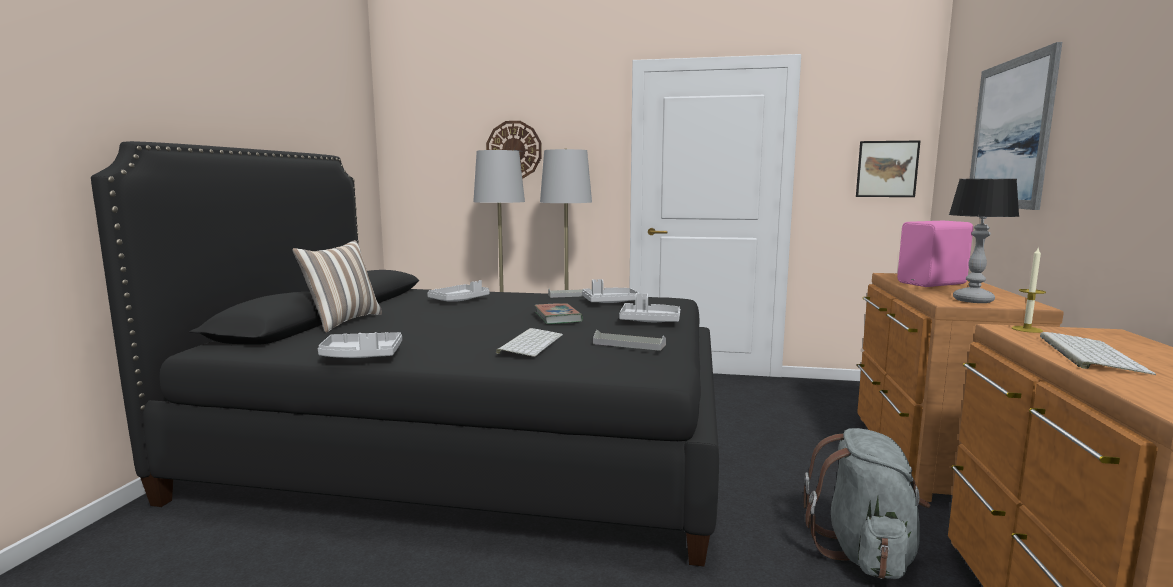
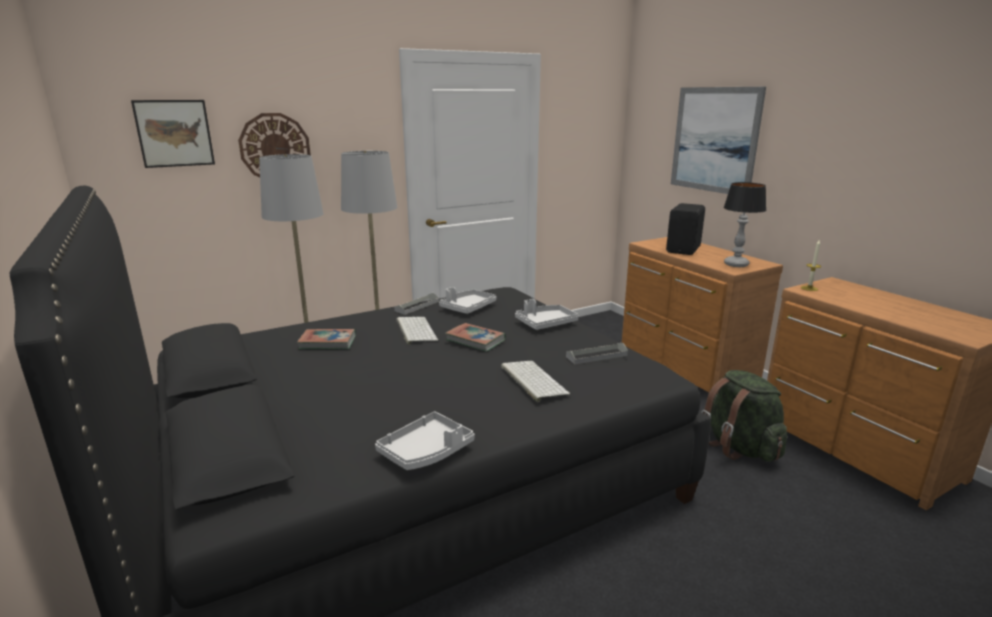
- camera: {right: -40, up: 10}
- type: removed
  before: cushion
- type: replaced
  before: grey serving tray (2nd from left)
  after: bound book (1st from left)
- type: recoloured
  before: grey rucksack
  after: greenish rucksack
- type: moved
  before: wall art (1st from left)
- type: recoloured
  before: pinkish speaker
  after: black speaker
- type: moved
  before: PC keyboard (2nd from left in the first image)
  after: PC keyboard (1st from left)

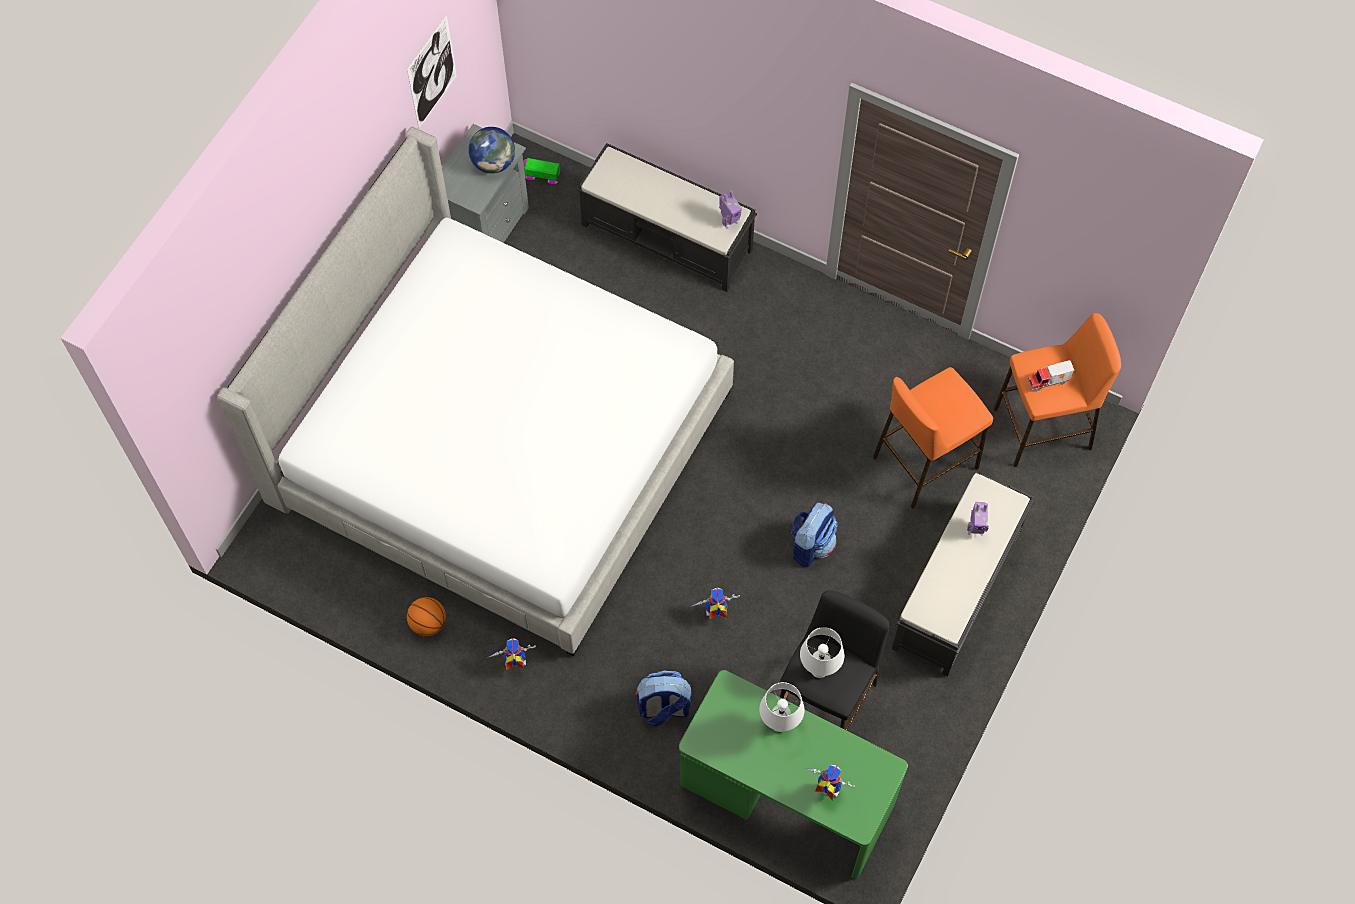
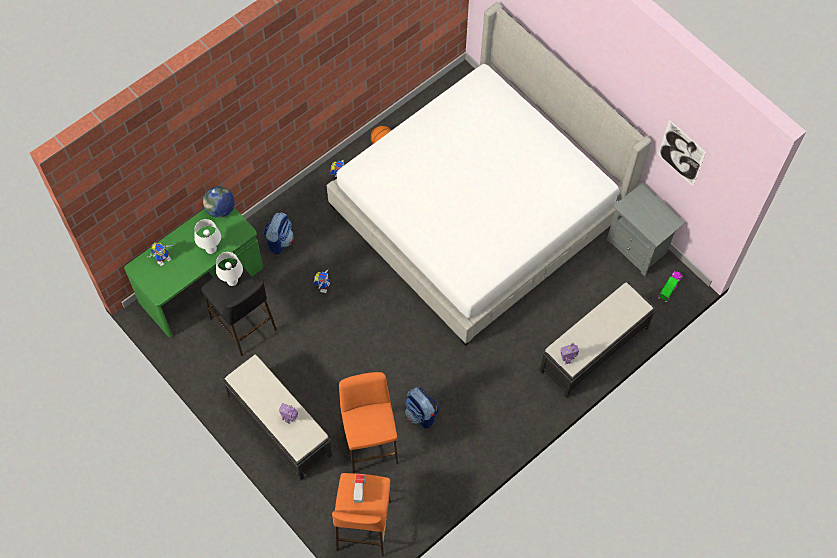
- camera: {right: 110, up: 0}
- type: moved
  before: globe
- type: moved
  before: rucksack (2nd from left)

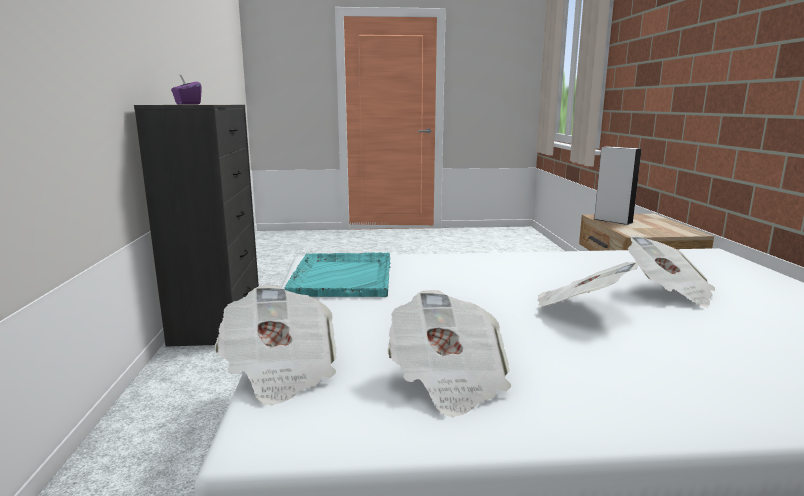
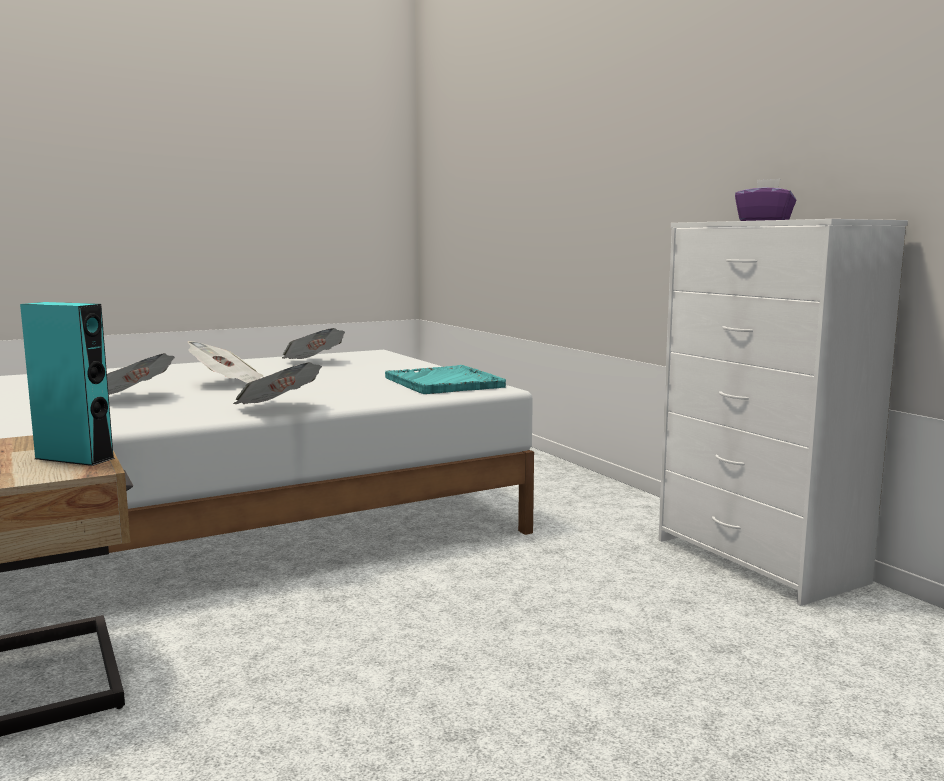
- camera: {right: 155, up: -5}
- type: recoloured
  before: black chest of drawers
  after: whitish chest of drawers
- type: moved
  before: daily paper (1st from left in the first image)
  after: daily paper (3rd from left)
- type: recoloured
  before: grey speaker
  after: blue-green speaker

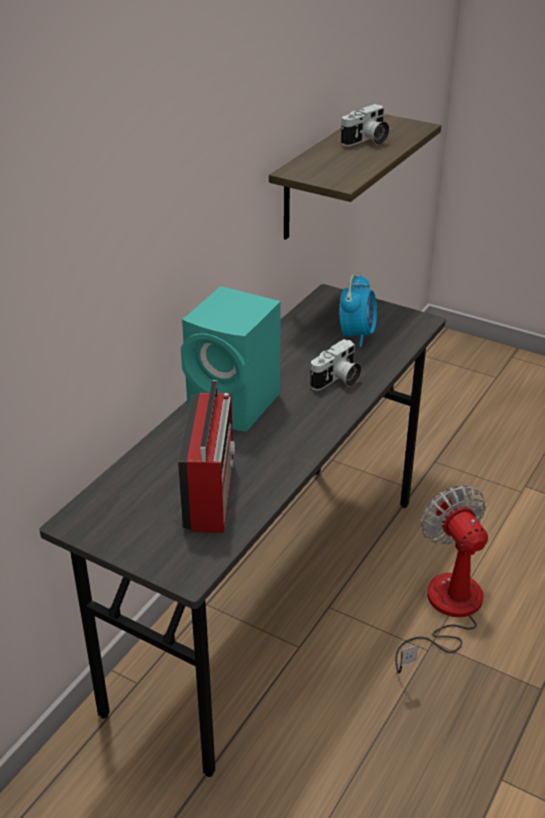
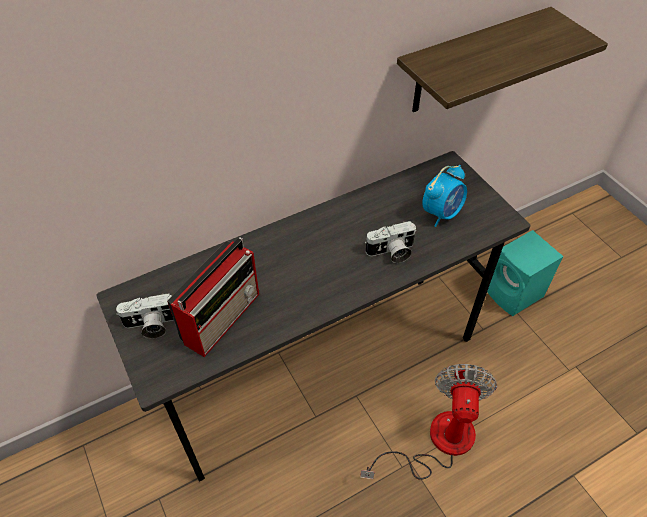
- camera: {right: 30, up: 15}
- type: moved
  before: blue-green speaker
- type: moved
  before: still camera (2nd from left in the first image)
  after: still camera (1st from left)

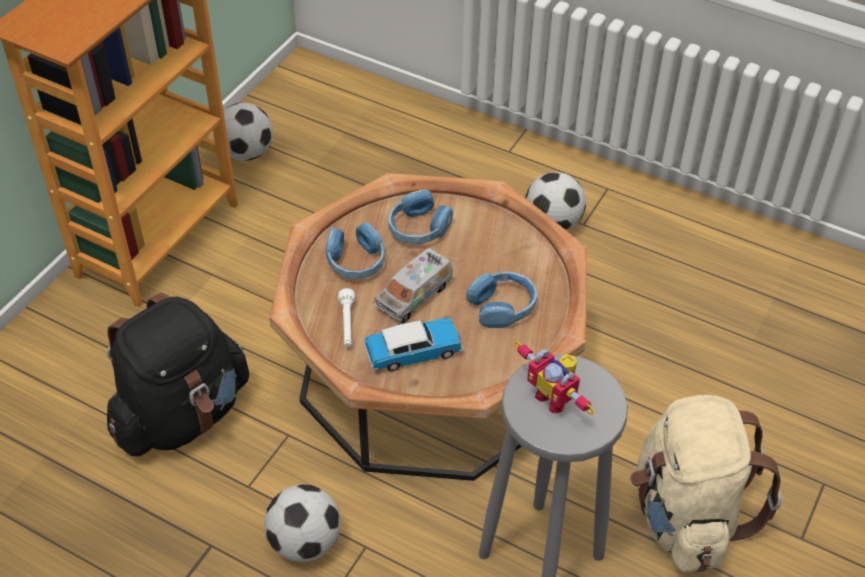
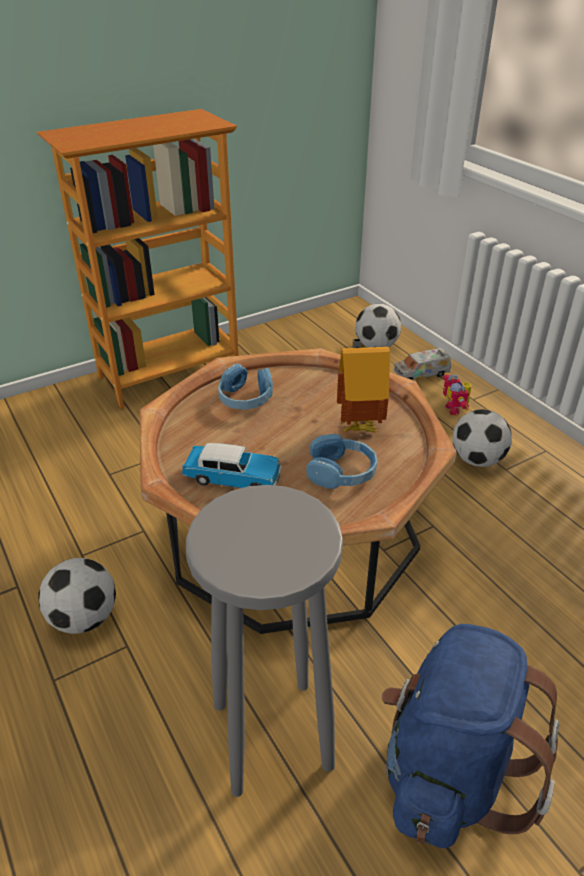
- camera: {right: 30, up: -10}
- type: removed
  before: black rucksack
- type: moved
  before: ball for football (1st from left in the first image)
  after: ball for football (2nd from left)
- type: removed
  before: whitish flashlight
- type: moved
  before: model truck
- type: removed
  before: bluish headset (2nd from left)
- type: moved
  before: robot figure
- type: recoloured
  before: sand-coloured rucksack
  after: bluish rucksack
- type: added
  after: model house

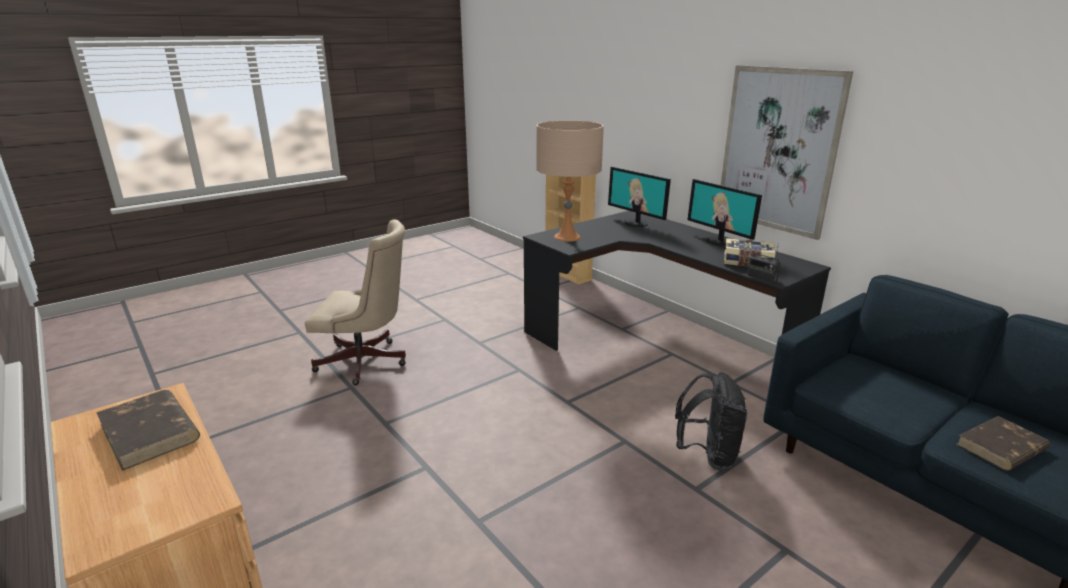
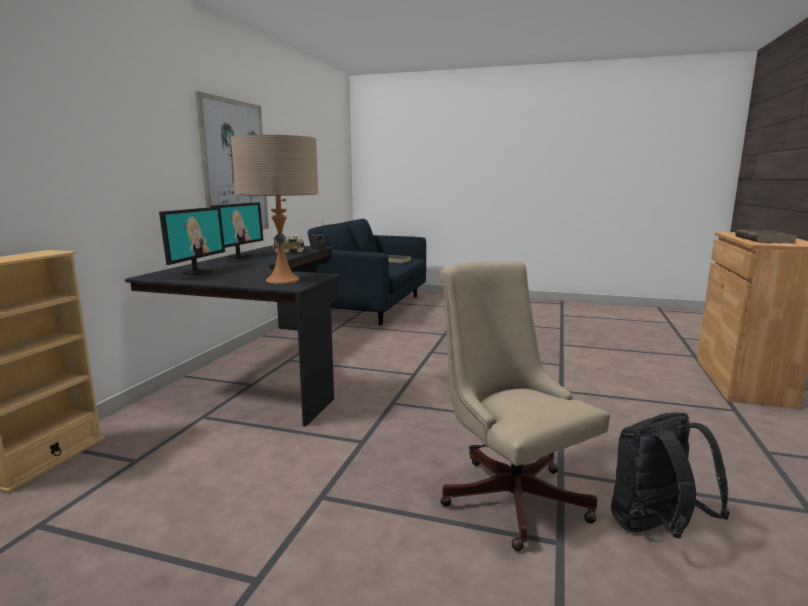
- camera: {right: -125, up: -10}
- type: moved
  before: black rucksack

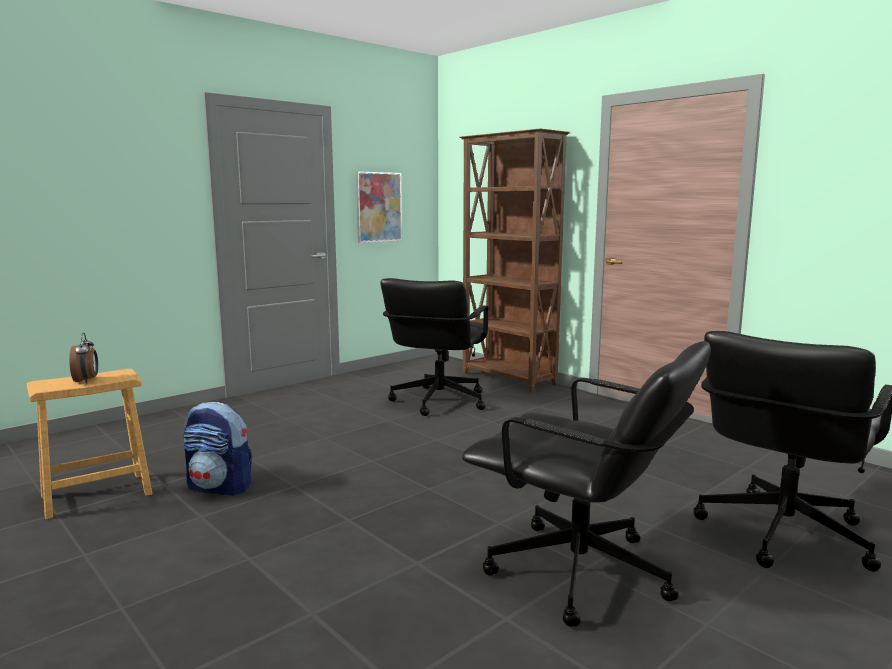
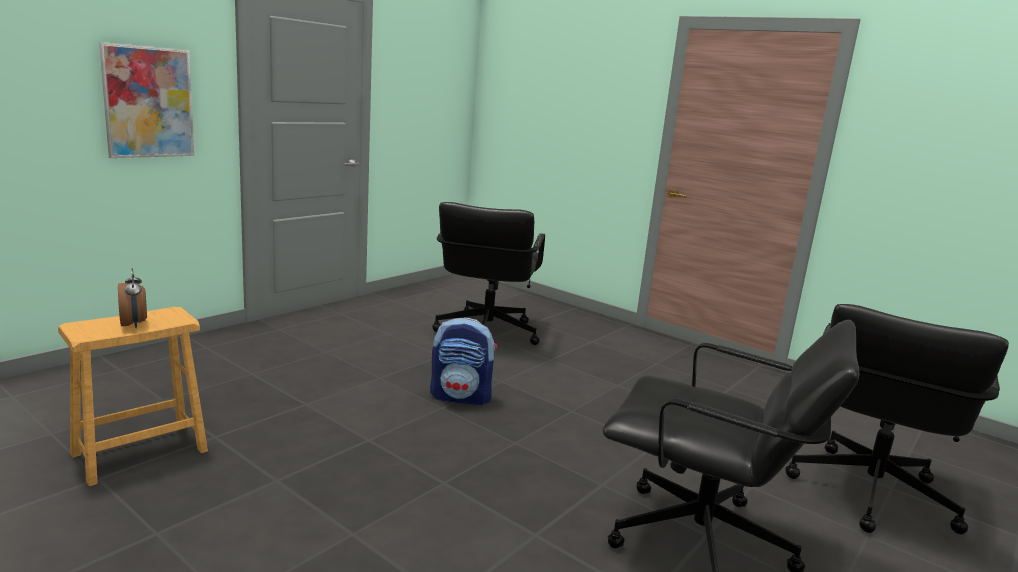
- camera: {right: -10, up: 5}
- type: moved
  before: rucksack
- type: moved
  before: wall art
- type: removed
  before: brownish shelving unit

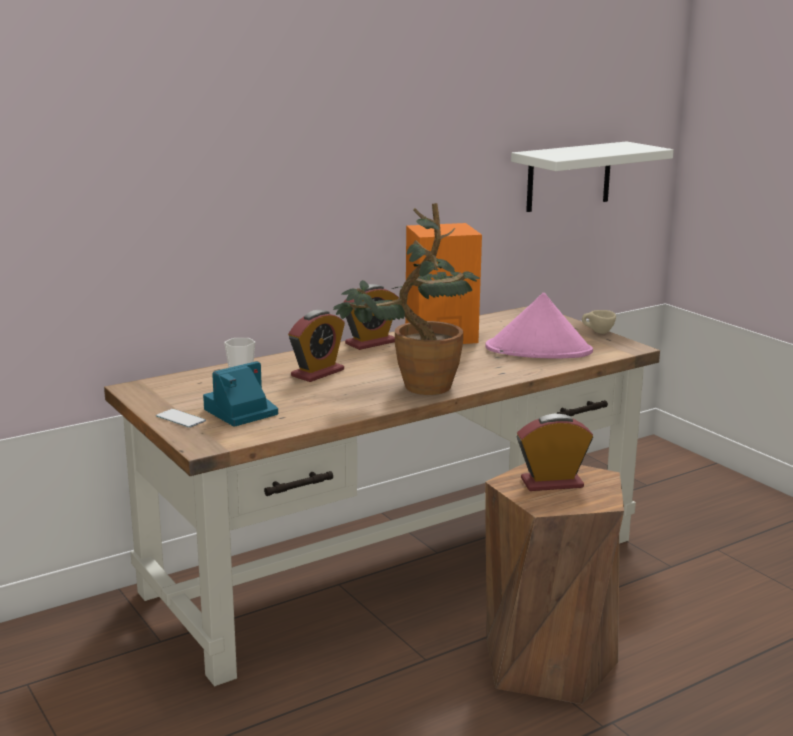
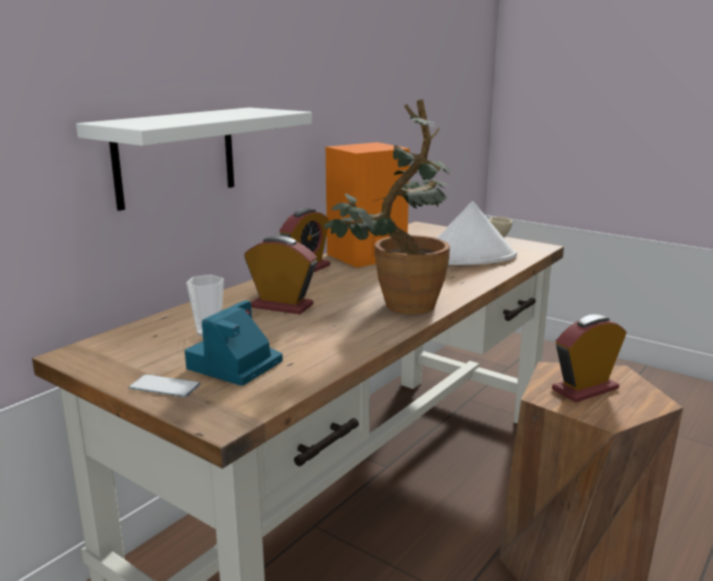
- camera: {right: -20, up: 0}
- type: turned
  before: bedside clock (1st from left)
  turn: -90
- type: recoloured
  before: pinkish hat
  after: whitish hat
- type: moved
  before: whitish shelf

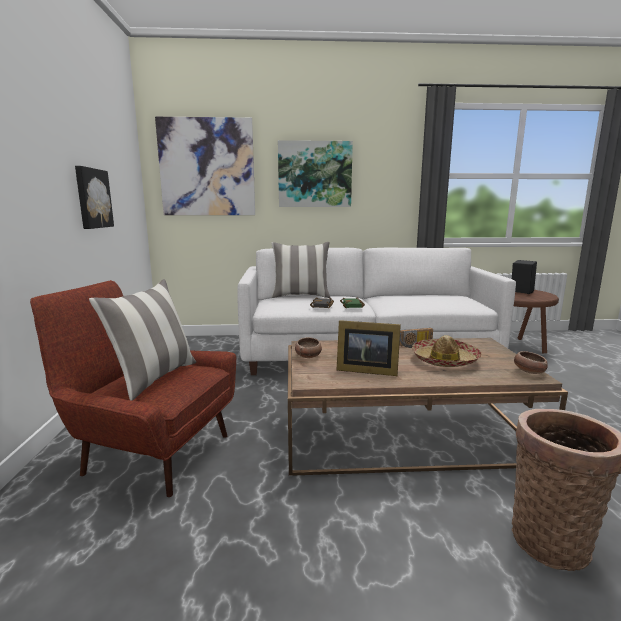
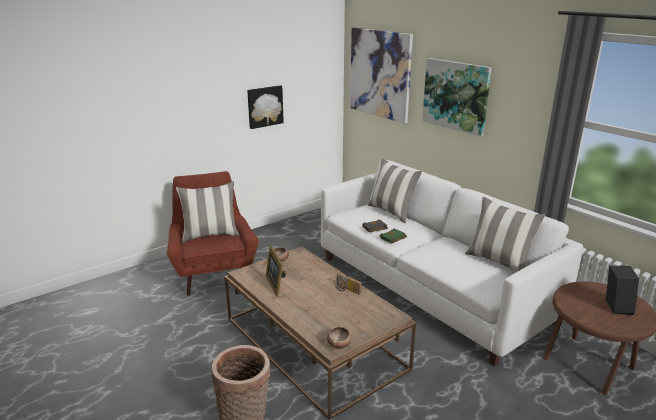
- camera: {right: 55, up: 10}
- type: removed
  before: hat
- type: added
  after: cushion (3rd from left)

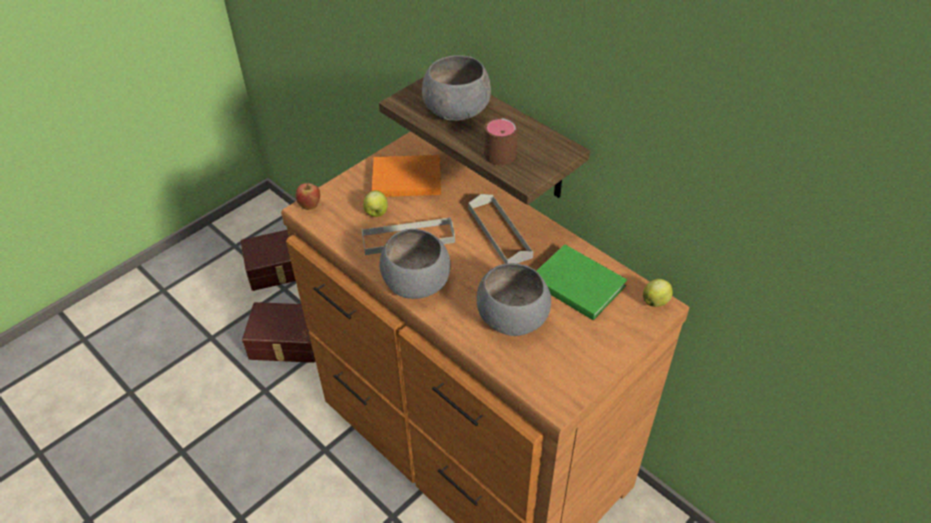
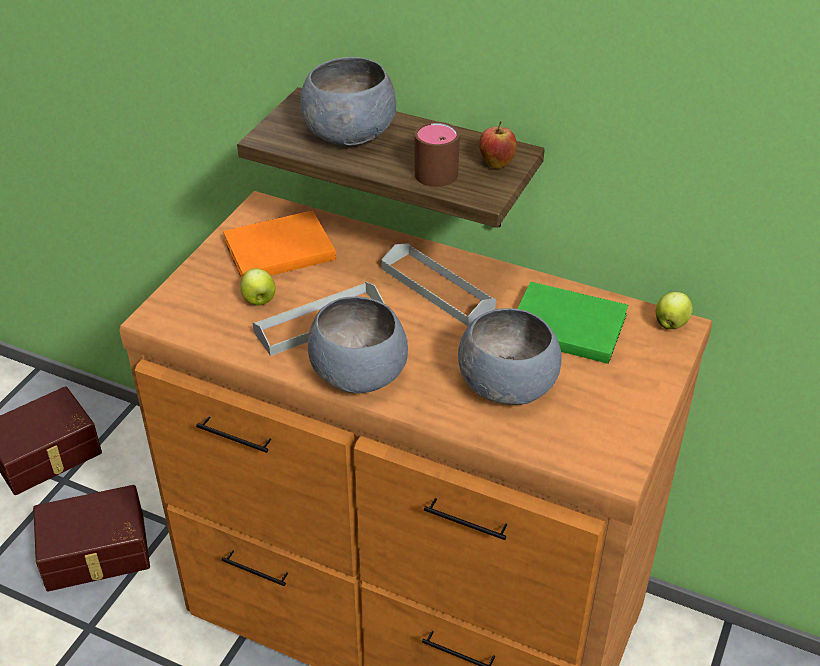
- camera: {right: -20, up: -5}
- type: moved
  before: apple fruit (1st from left in the first image)
  after: apple fruit (2nd from left)

